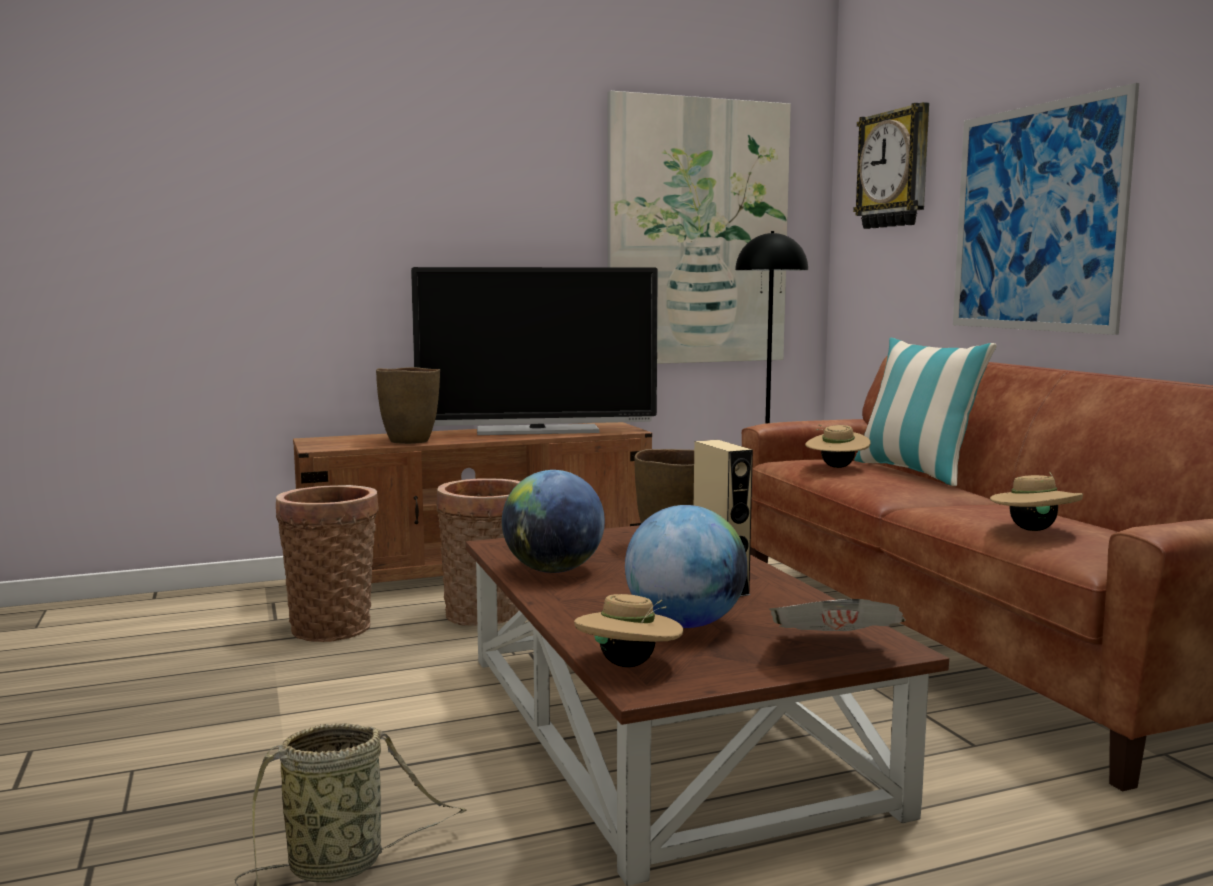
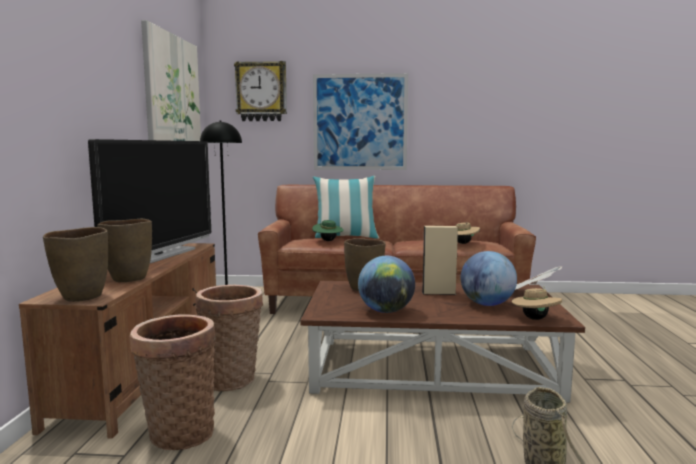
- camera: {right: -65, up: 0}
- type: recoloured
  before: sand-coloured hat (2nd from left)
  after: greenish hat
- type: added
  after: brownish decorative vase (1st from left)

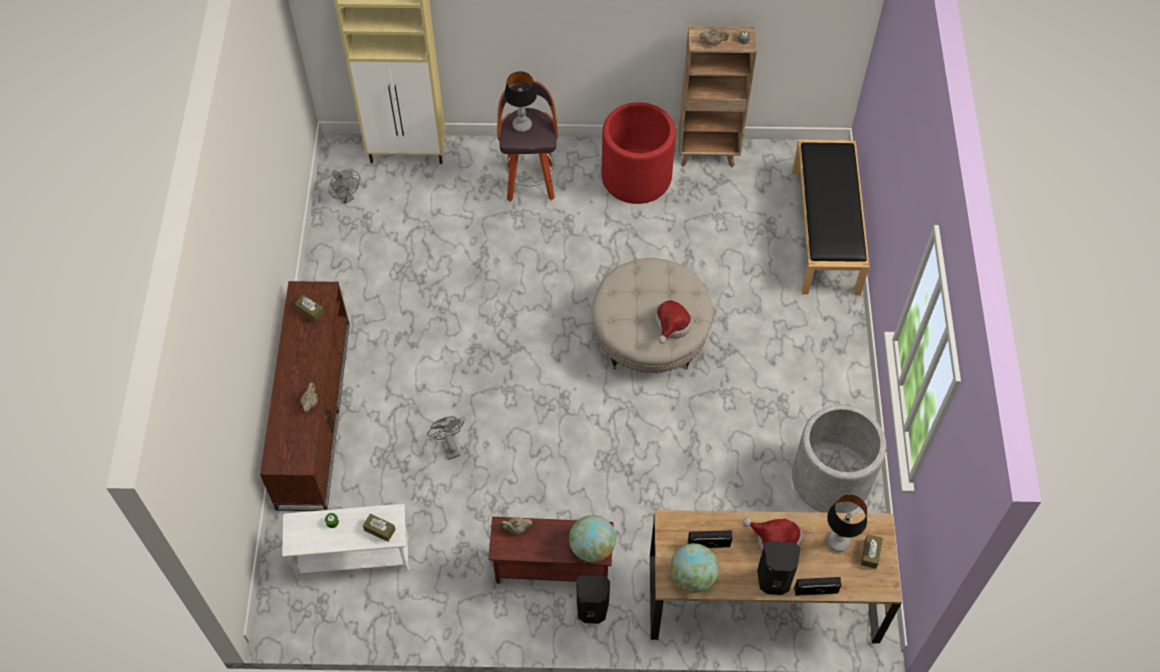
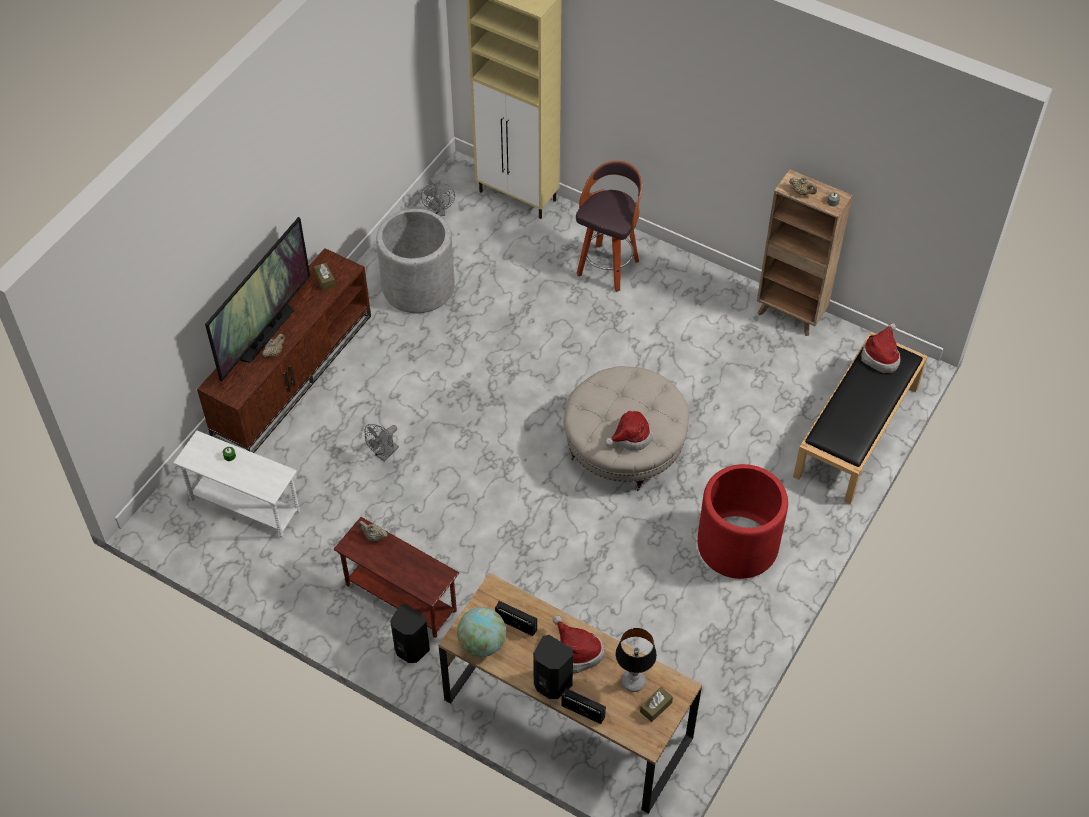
- camera: {right: 30, up: -5}
- type: removed
  before: brownish tissue holder (2nd from left)
- type: turned
  before: grey electric fan (2nd from left in the first image)
  turn: -150
- type: removed
  before: tabletop lamp (1st from left)
- type: removed
  before: globe (1st from left)
- type: moved
  before: red-coloured plant pot
- type: moved
  before: grey plant pot
- type: added
  after: television
- type: added
  after: hat (3rd from left)

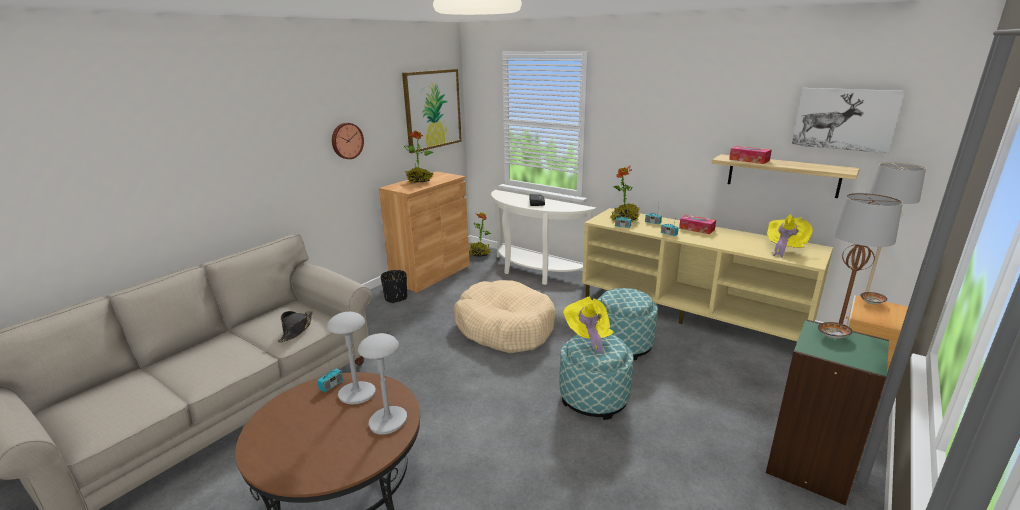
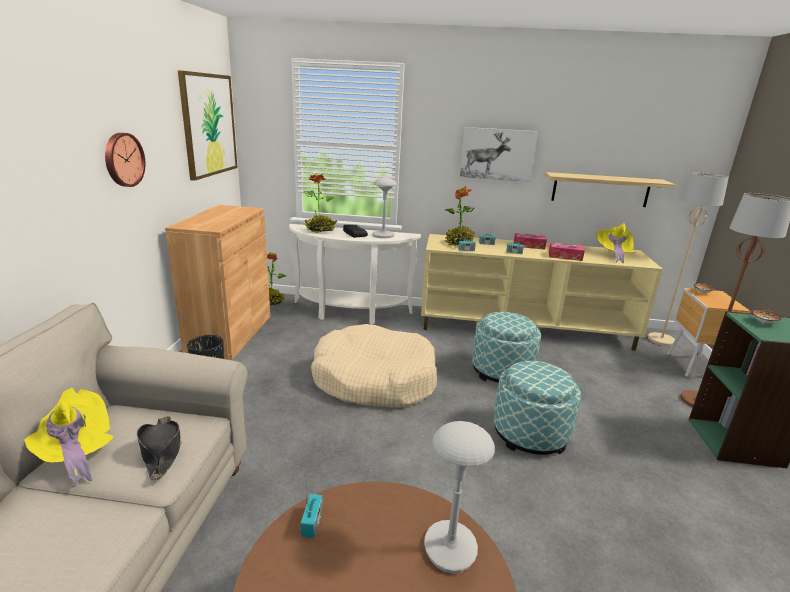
- camera: {right: -30, up: 0}
- type: moved
  before: grey tabletop lamp (1st from left)
- type: moved
  before: plant in a pot (1st from left in the first image)
  after: plant in a pot (2nd from left)
- type: moved
  before: yellow-coloured hat (1st from left)
- type: moved
  before: tissue holder (2nd from left)
- type: moved
  before: wall art (2nd from left)

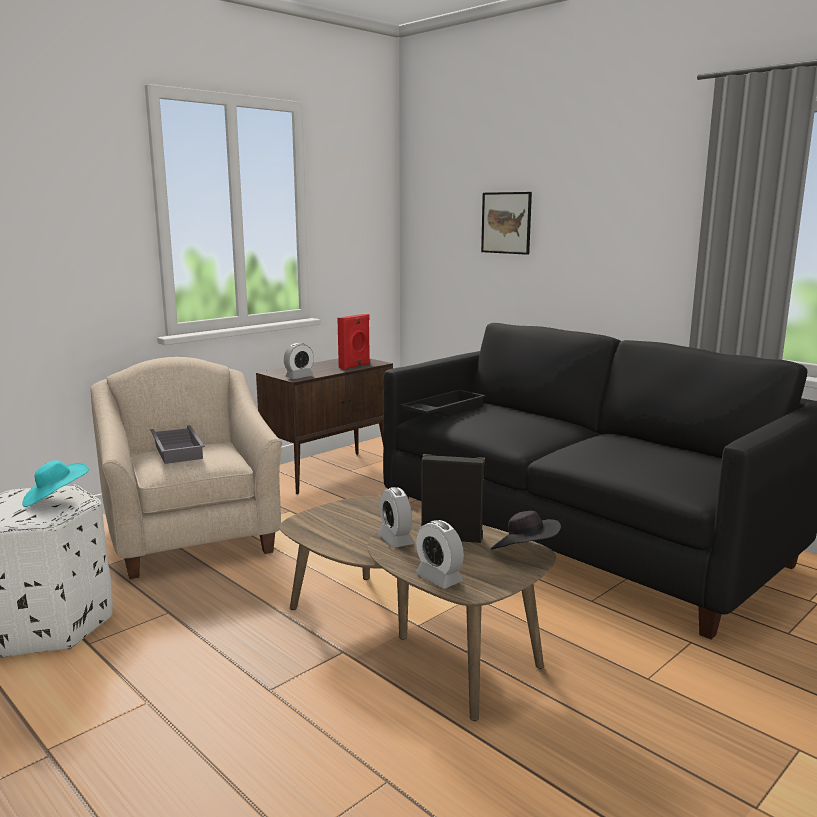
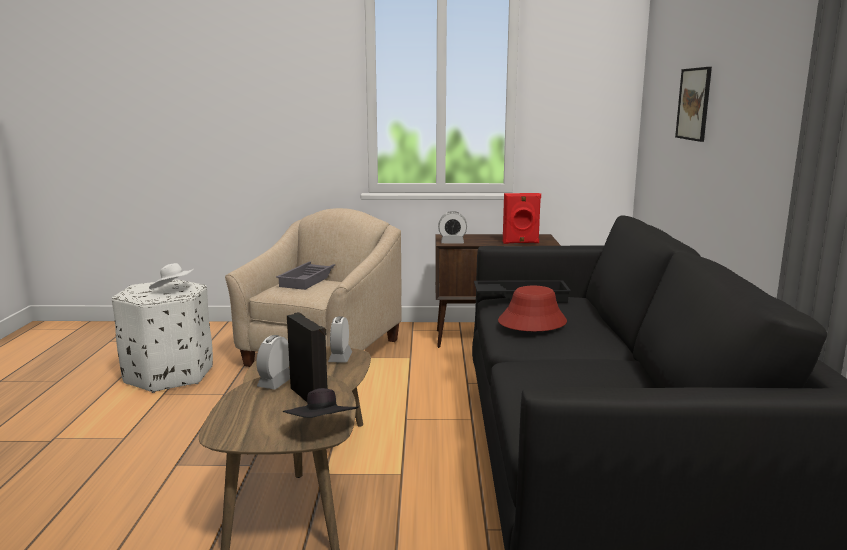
- camera: {right: 45, up: 0}
- type: recoloured
  before: blue-green hat
  after: whitish hat
- type: moved
  before: bedside clock (3rd from left in the first image)
  after: bedside clock (2nd from left)
- type: added
  after: red-coloured hat

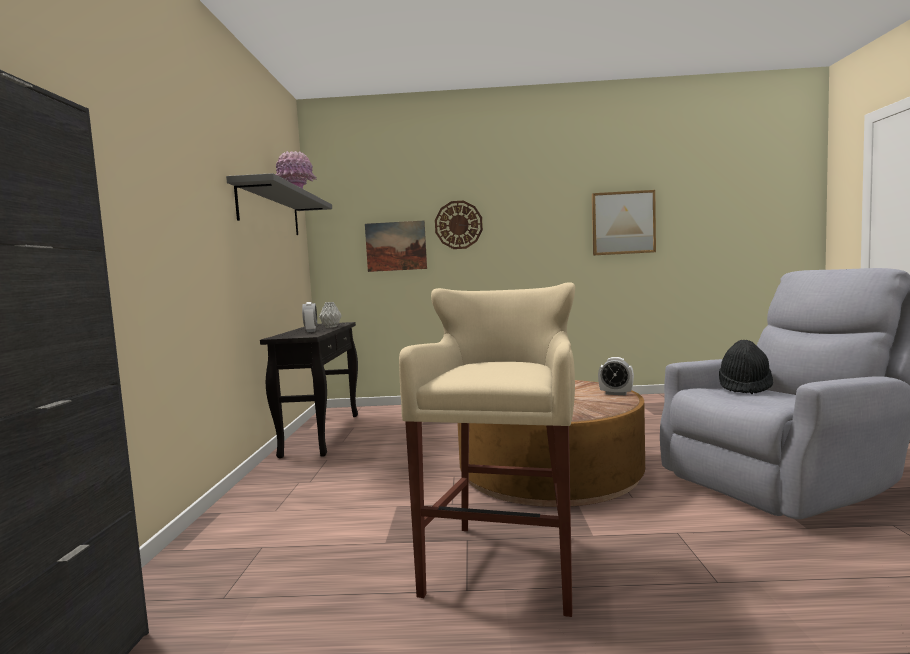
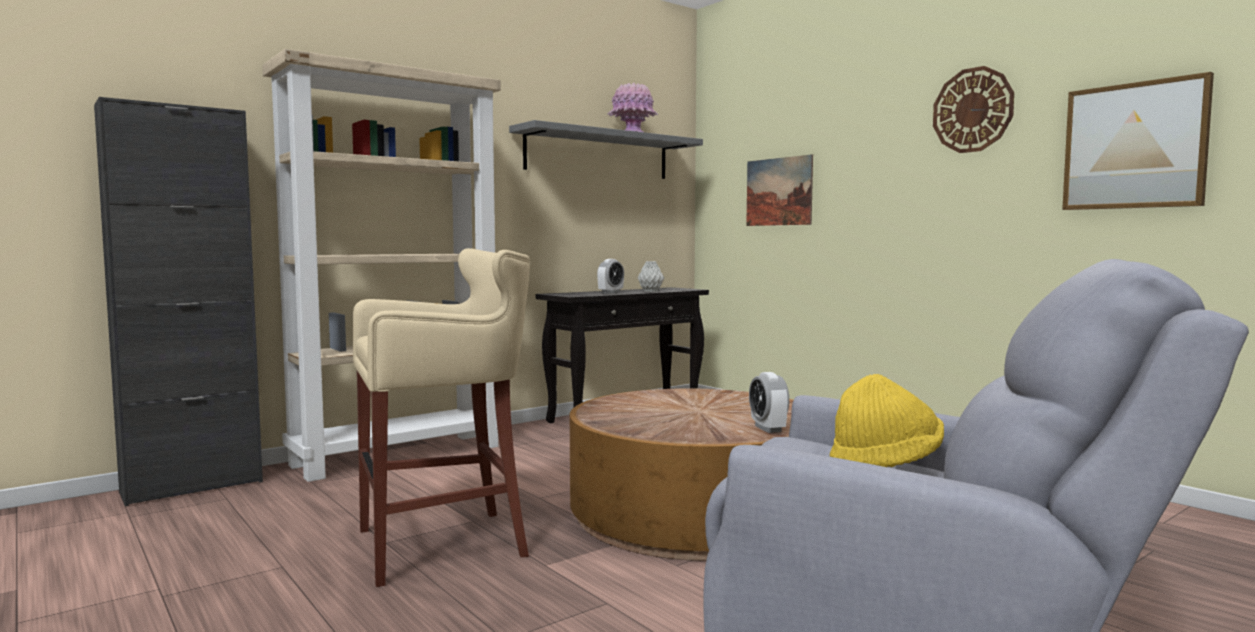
- camera: {right: 50, up: 0}
- type: moved
  before: clock on the wall
- type: recoloured
  before: black hat
  after: yellow-coloured hat
- type: added
  after: sand-coloured shelving unit

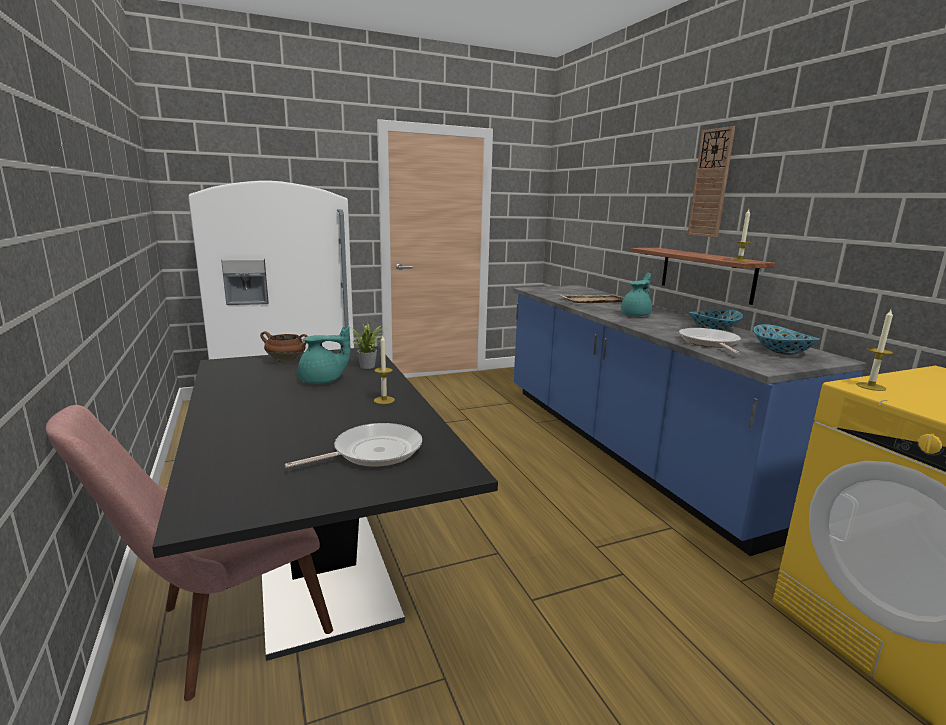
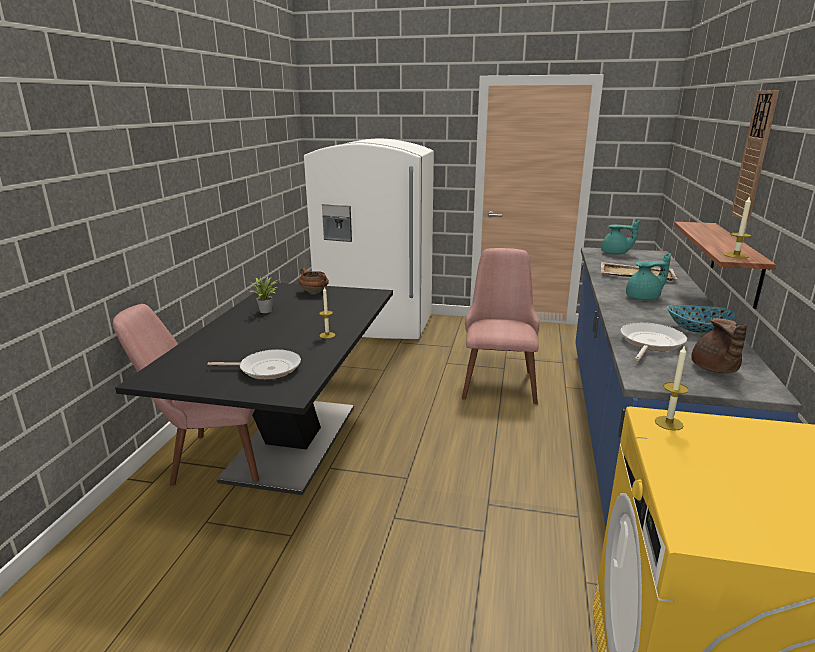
- camera: {right: 35, up: 5}
- type: moved
  before: blue-green teapot (1st from left)
- type: moved
  before: plant in a pot
- type: replaced
  before: bowl (2nd from left)
  after: brownish teapot
- type: added
  after: pinkish upright chair (2nd from left)

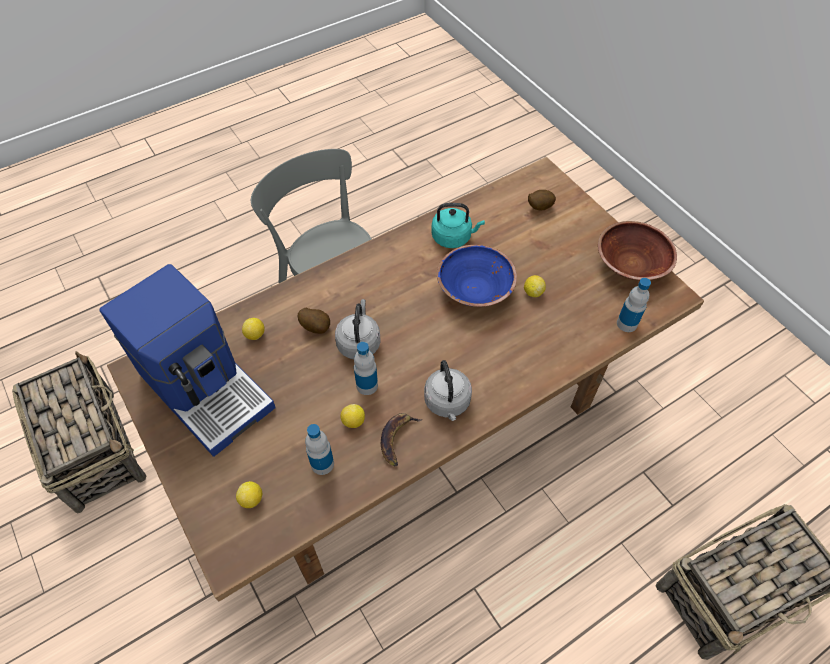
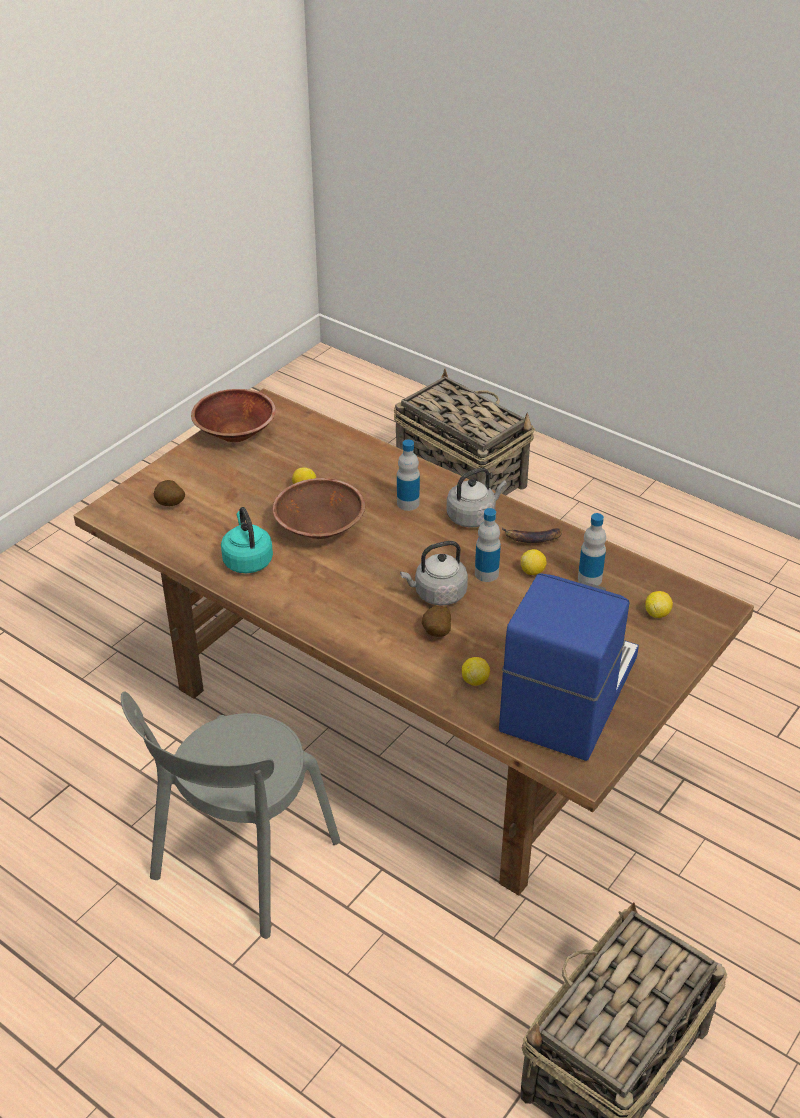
- camera: {right: -110, up: -15}
- type: recoloured
  before: bluish bowl
  after: brownish bowl (2nd from left)
- type: moved
  before: beverage bottle (3rd from left in the first image)
  after: beverage bottle (1st from left)

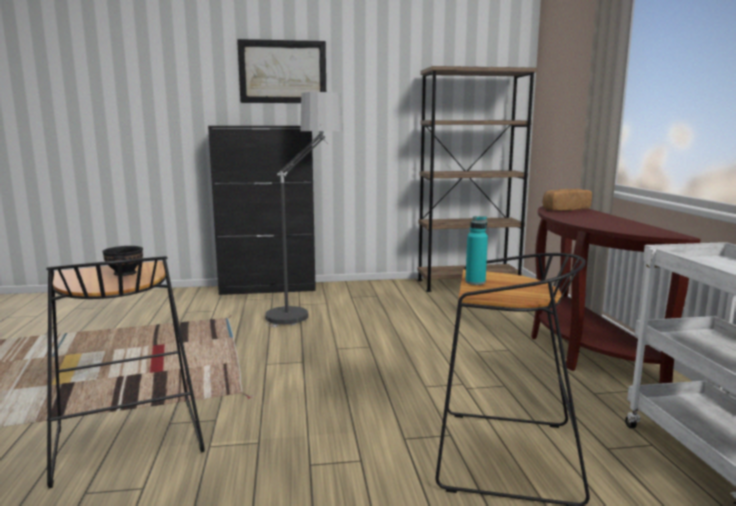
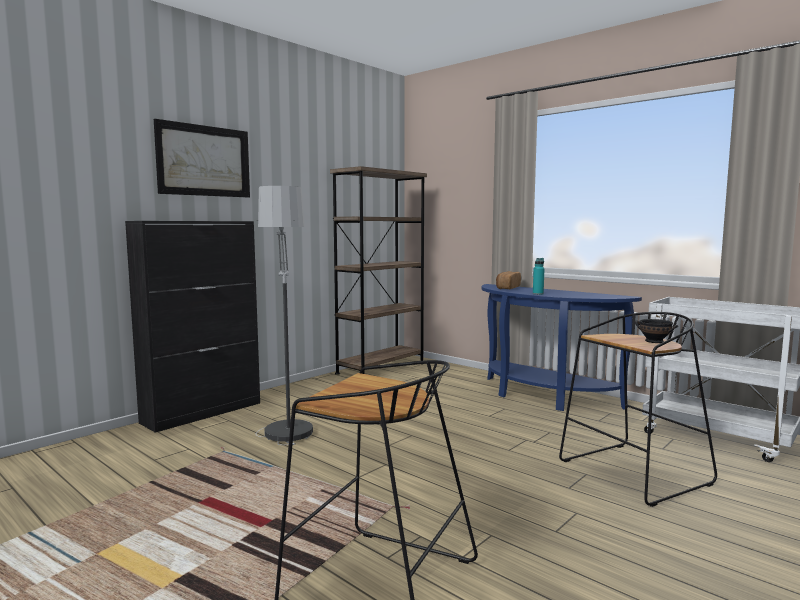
- camera: {right: -40, up: -5}
- type: moved
  before: black bowl
- type: moved
  before: blue-green beverage bottle
- type: recoloured
  before: brownish console table
  after: bluish console table

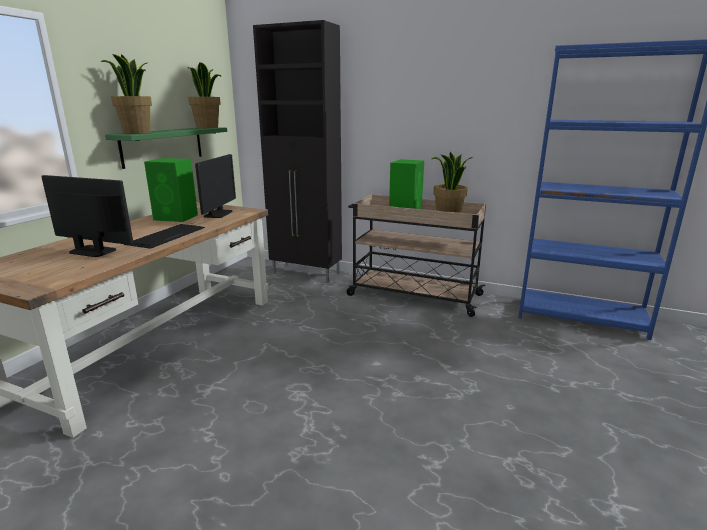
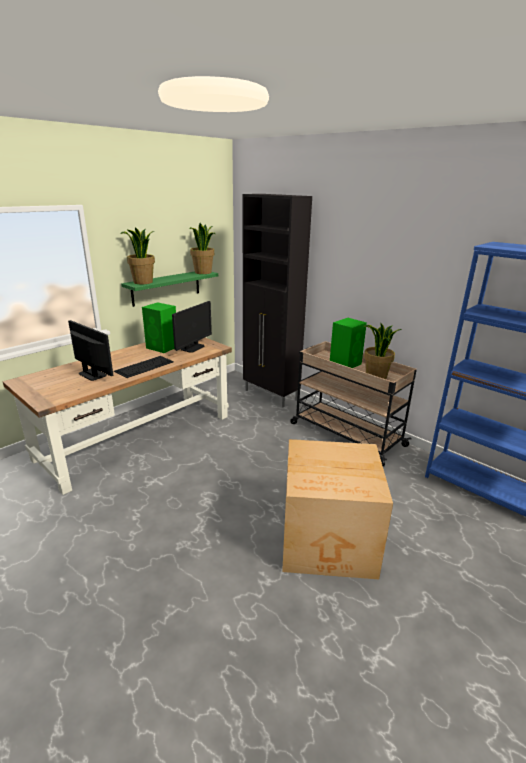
- camera: {right: 20, up: 5}
- type: added
  after: cardboard box

